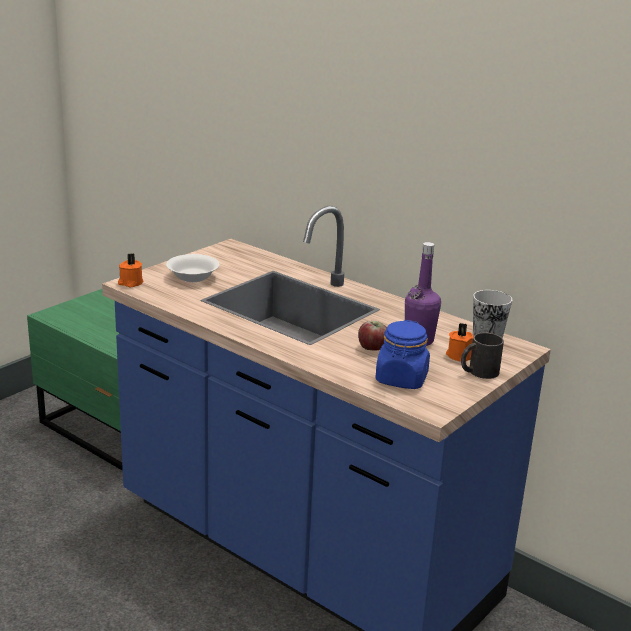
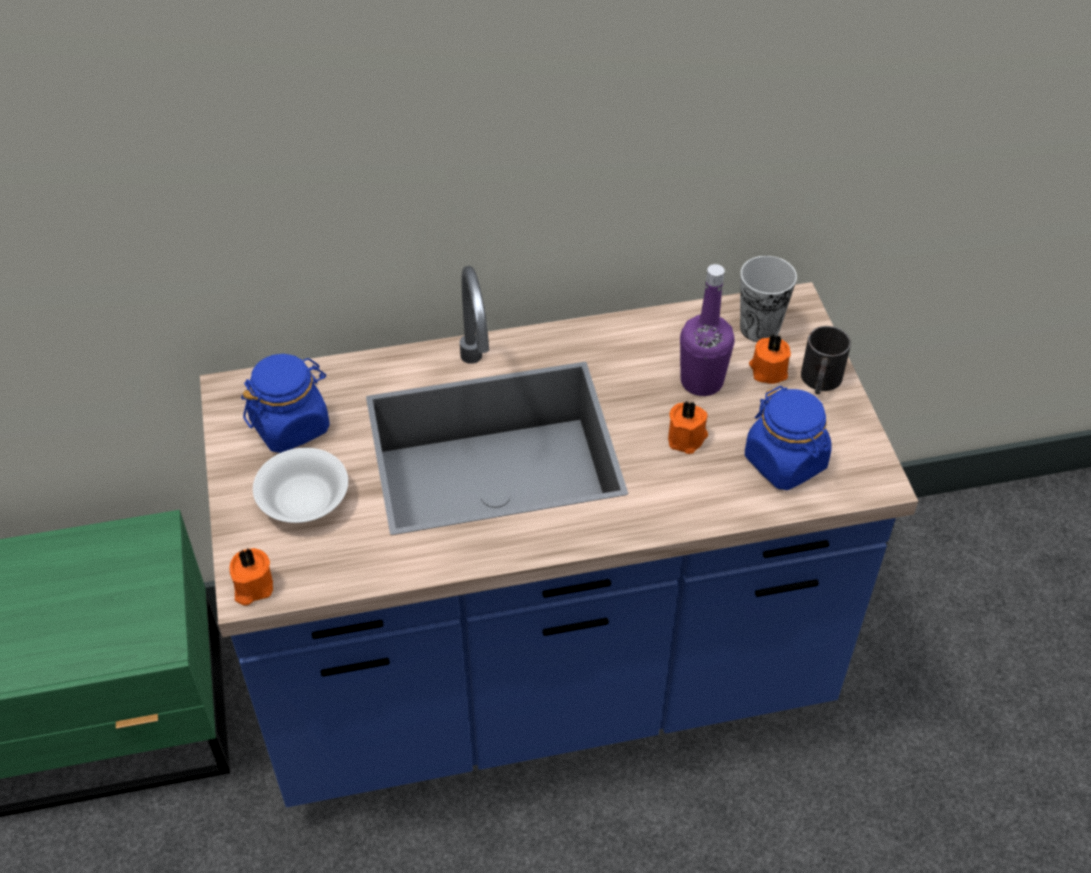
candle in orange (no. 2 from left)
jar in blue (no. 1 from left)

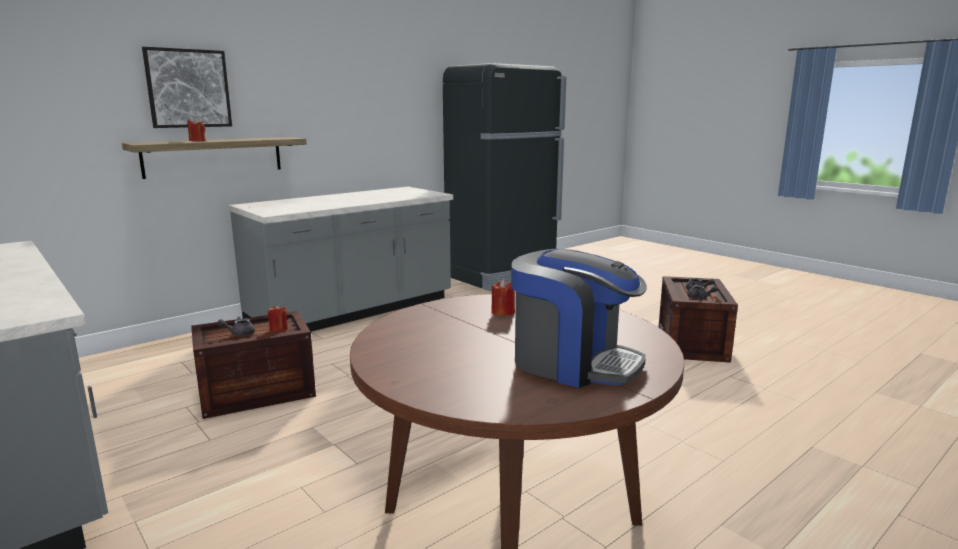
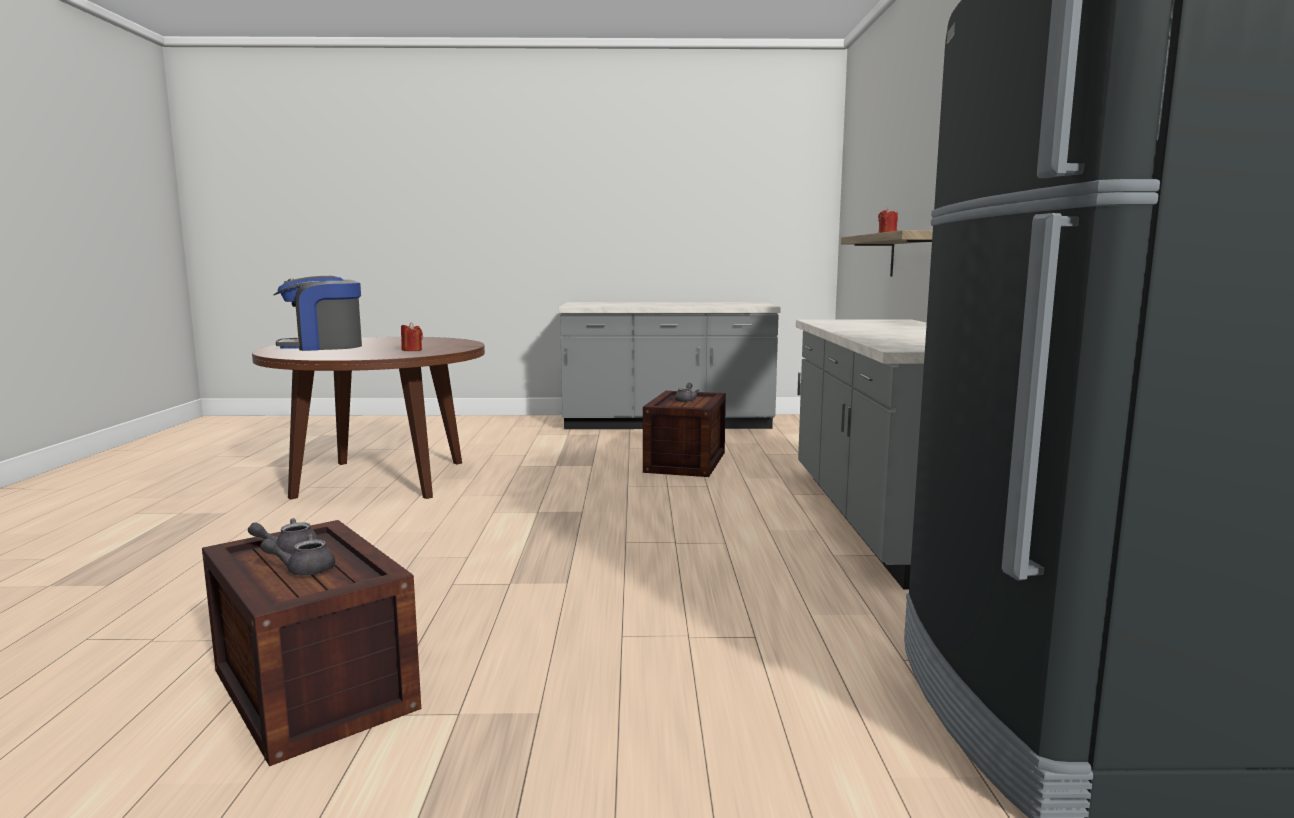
picture
candle in red (no. 2 from left in the first image)

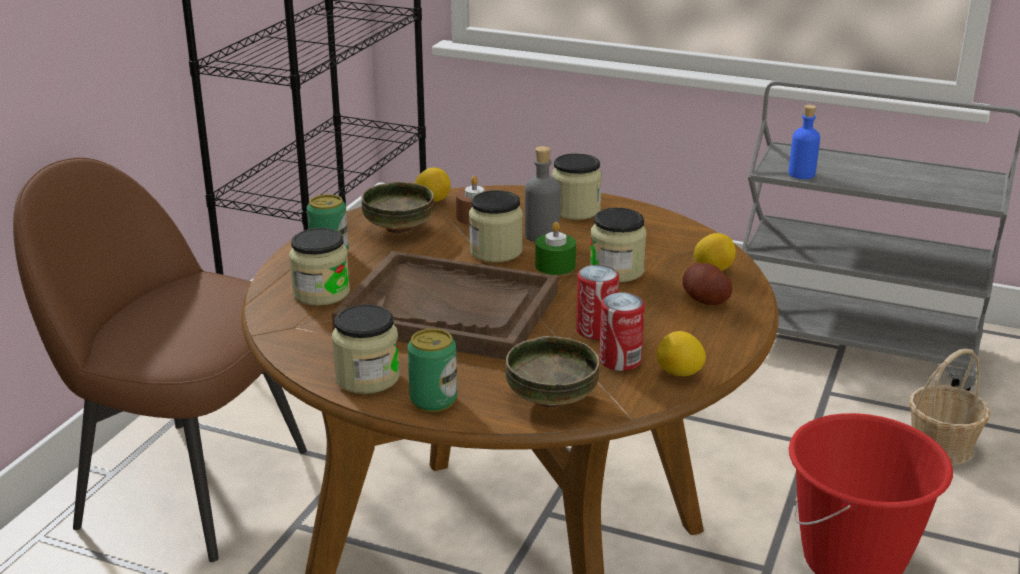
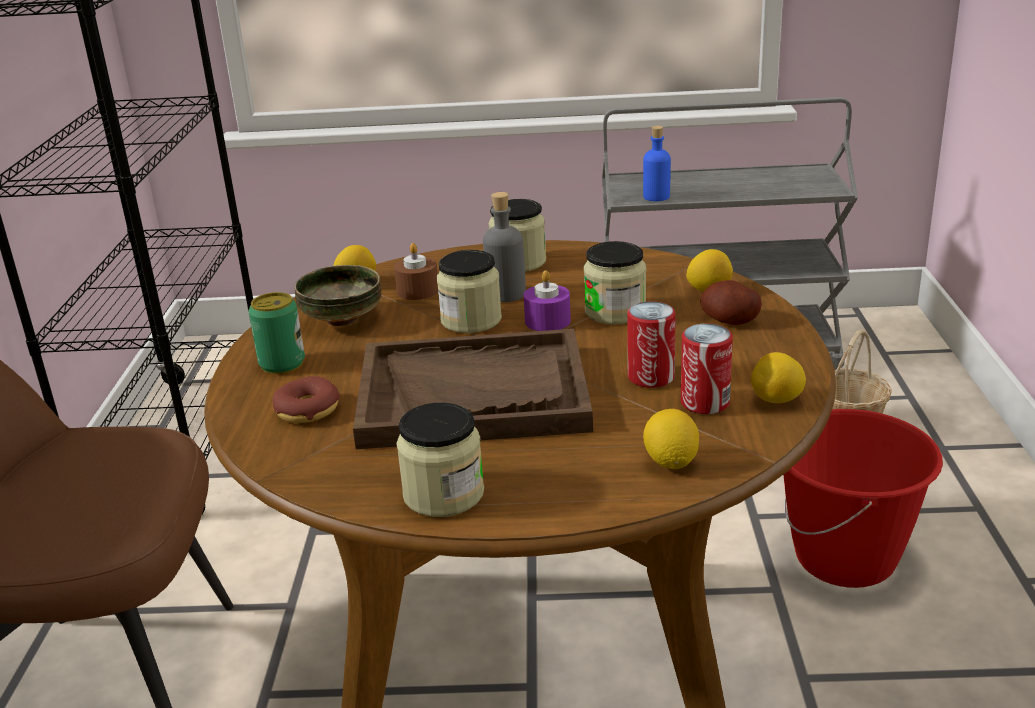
donut
can (no. 2 from left in the first image)
lemon (no. 2 from left)
candle in purple

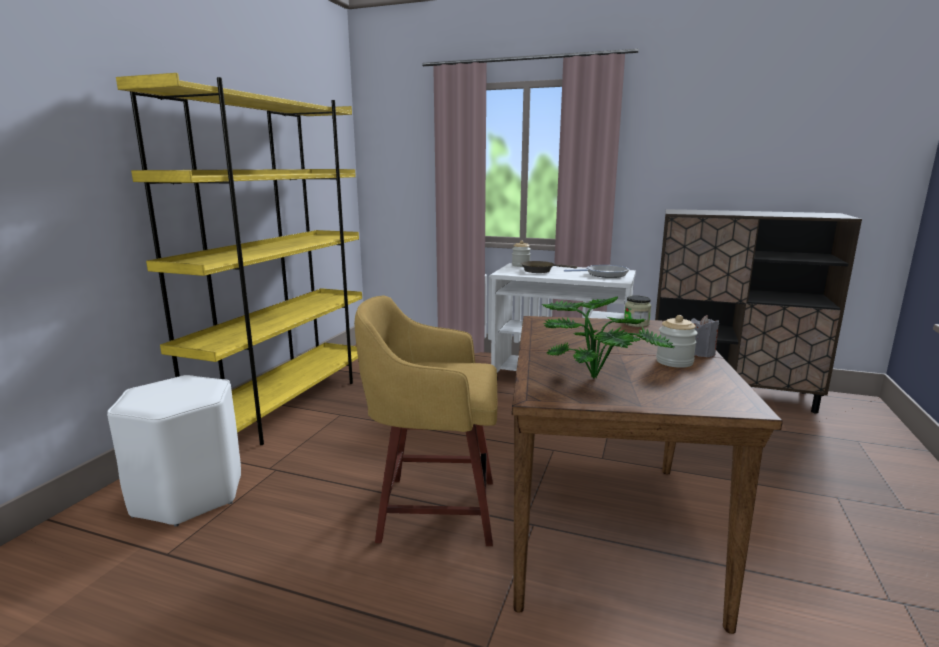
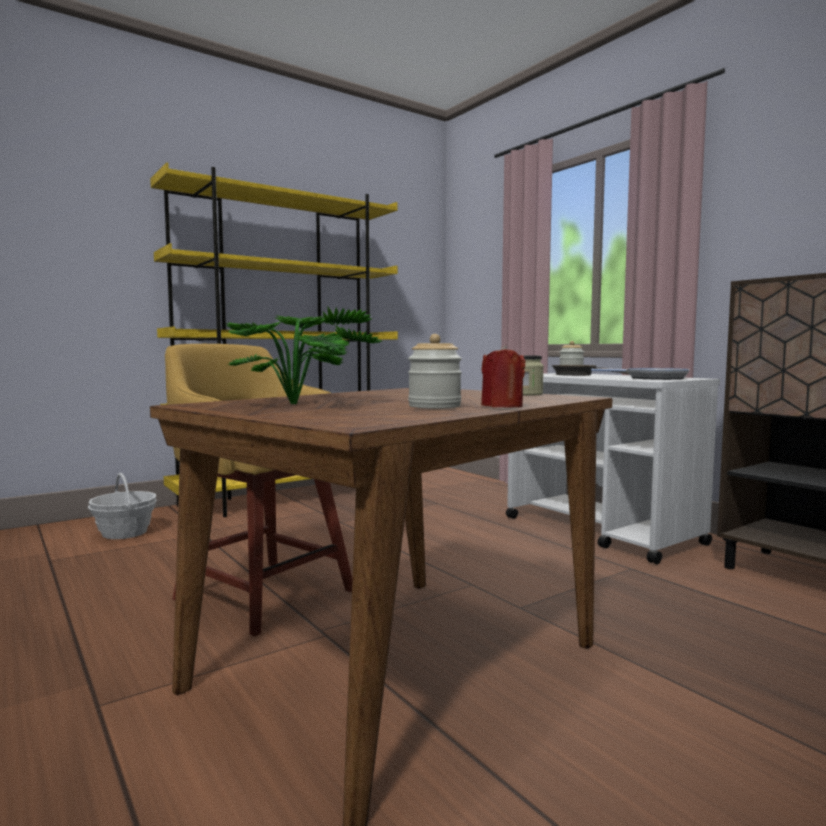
basket
candle in red

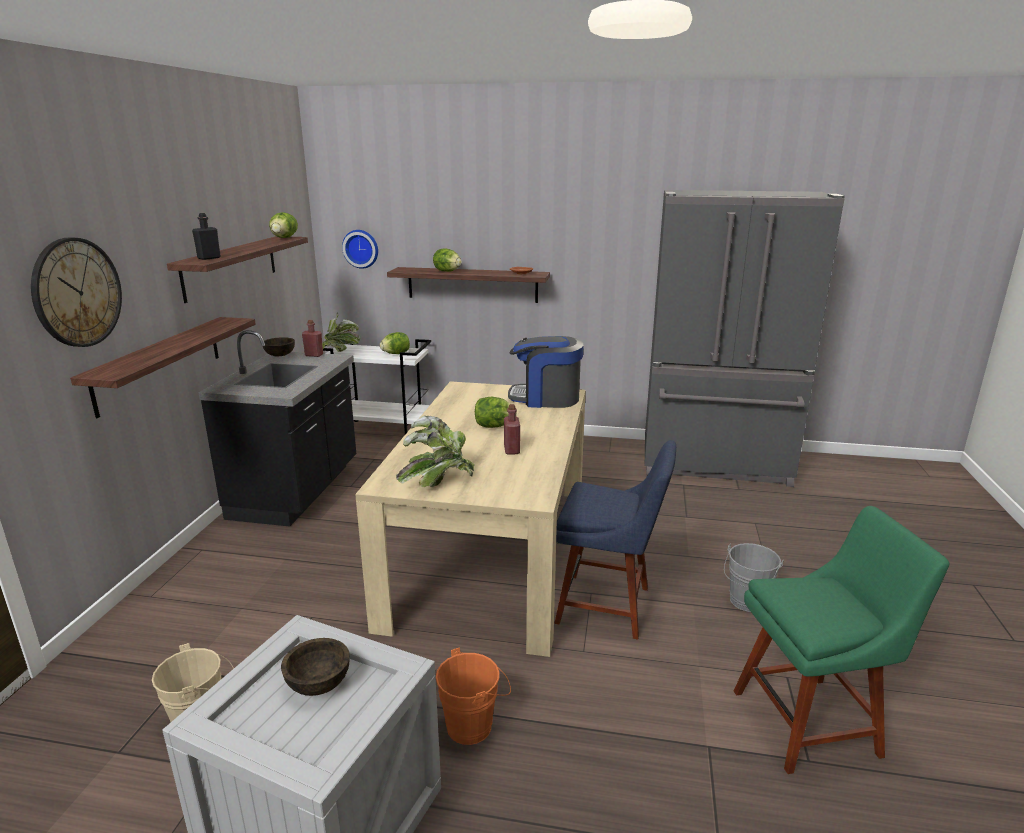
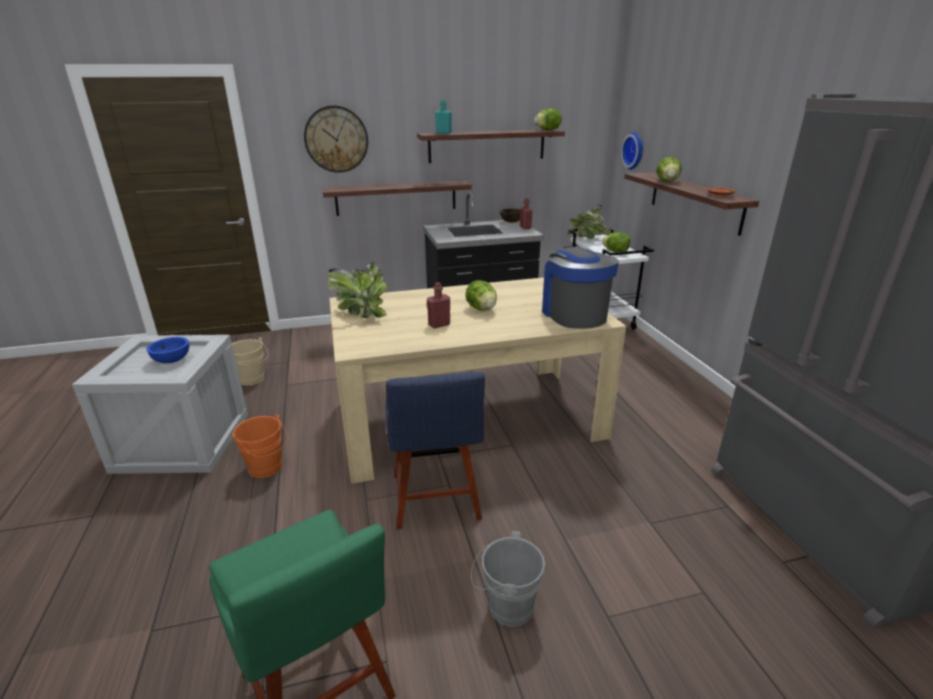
bottle in turquoise
bowl in blue

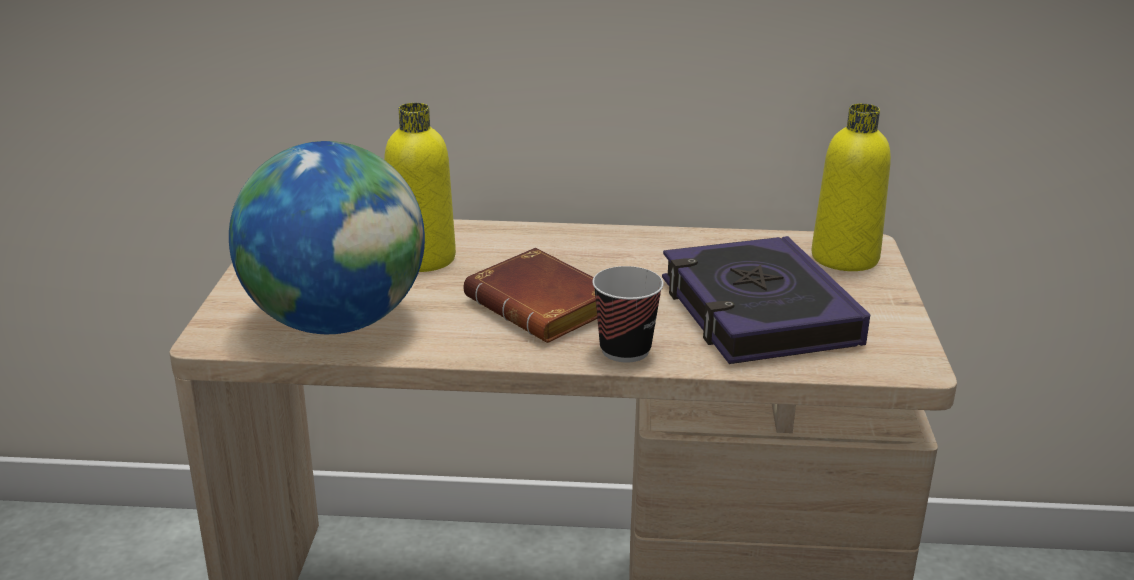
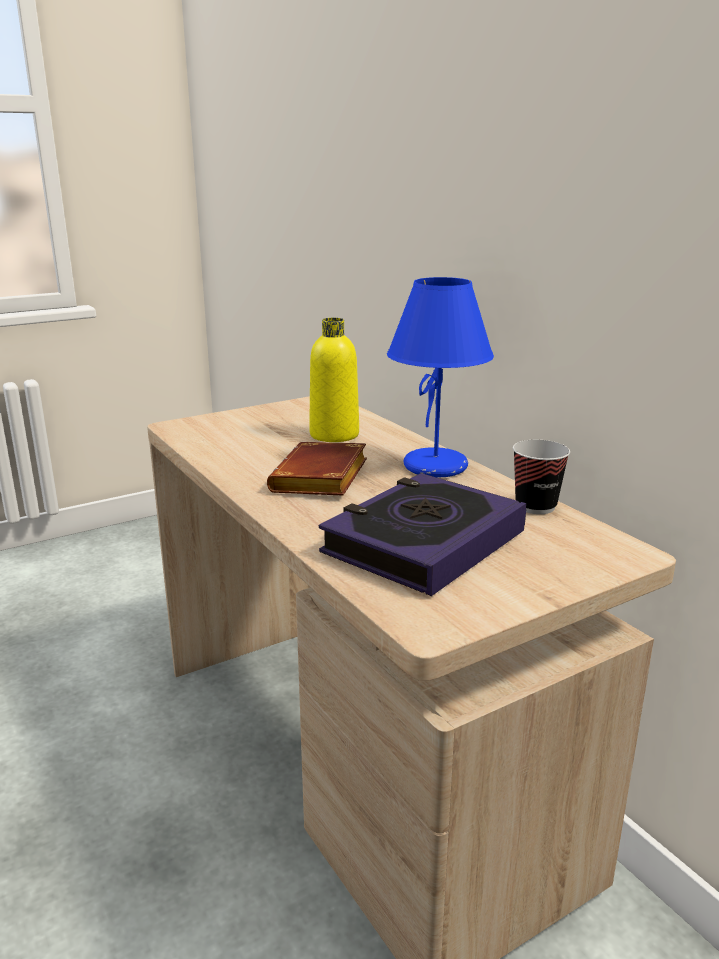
globe
cup
bottle in yellow (no. 2 from left in the first image)
table lamp in blue

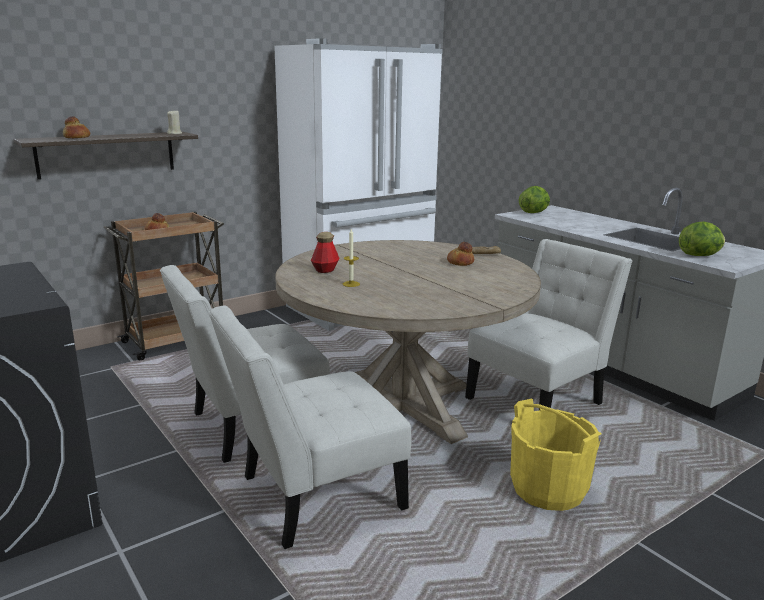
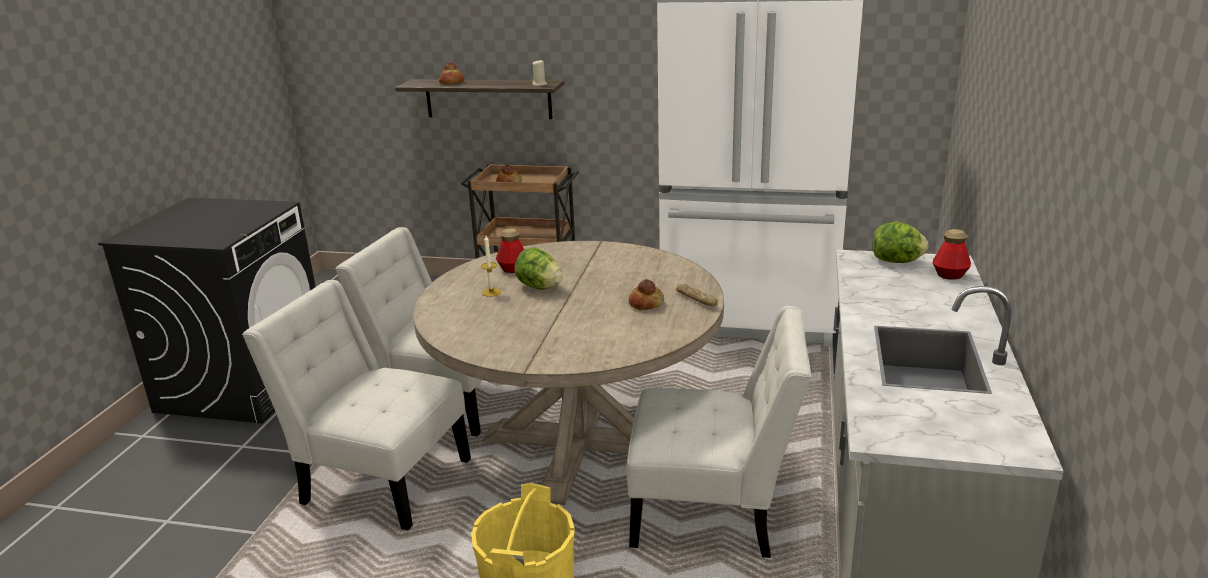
lettuce (no. 1 from left)
bottle (no. 2 from left)

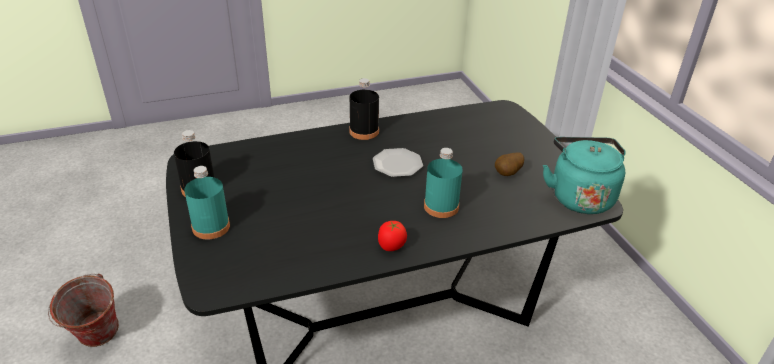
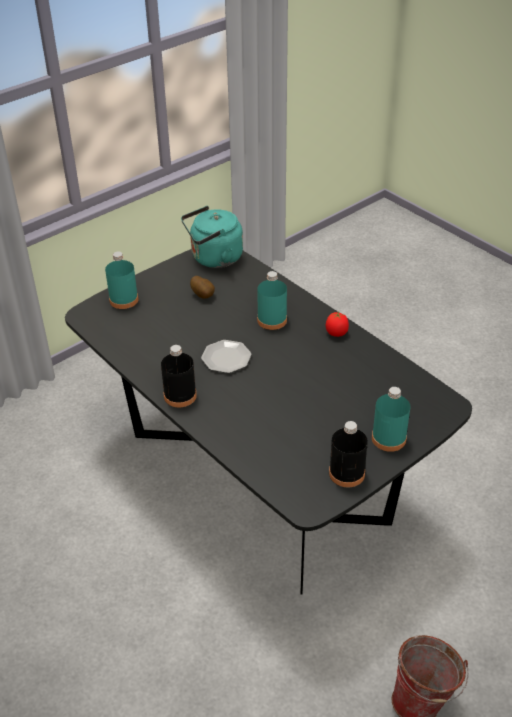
bottle in turquoise (no. 1 from left)

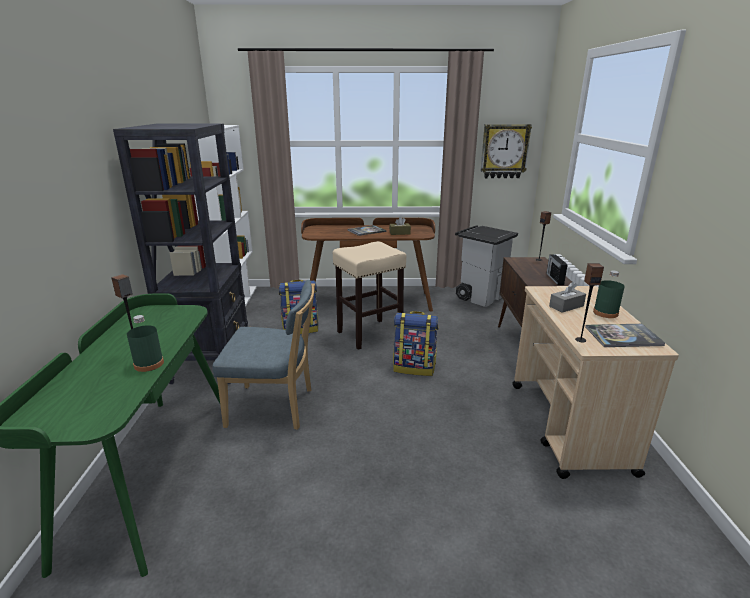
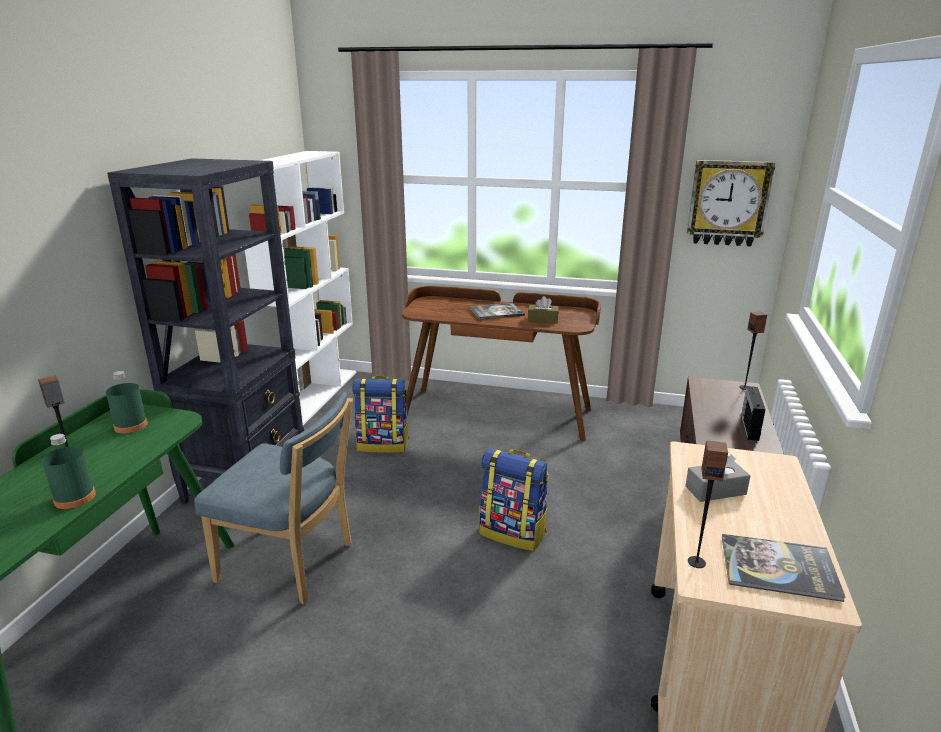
stool in beige
trash can in grey
bottle in green (no. 2 from left)

